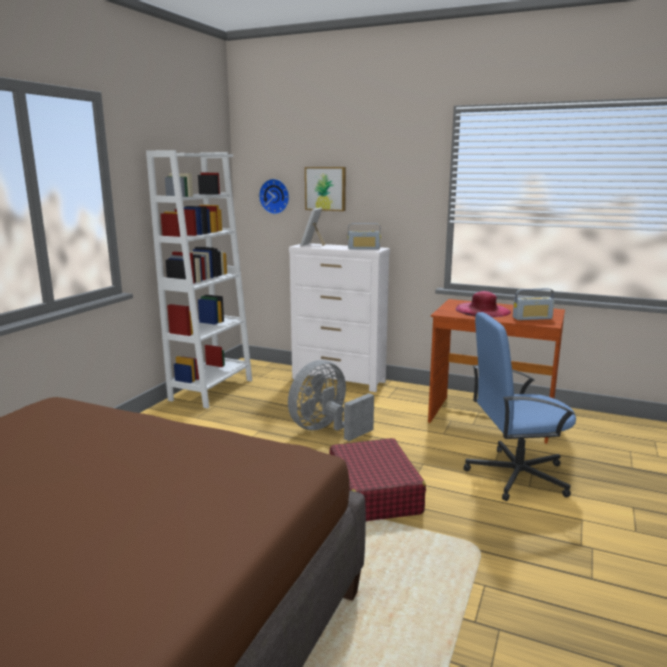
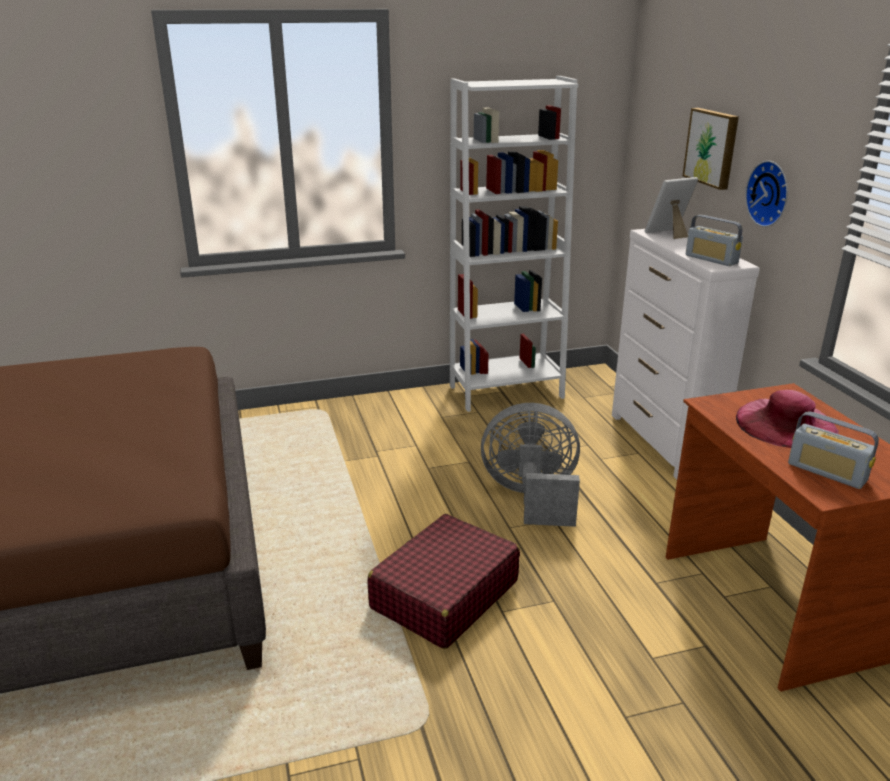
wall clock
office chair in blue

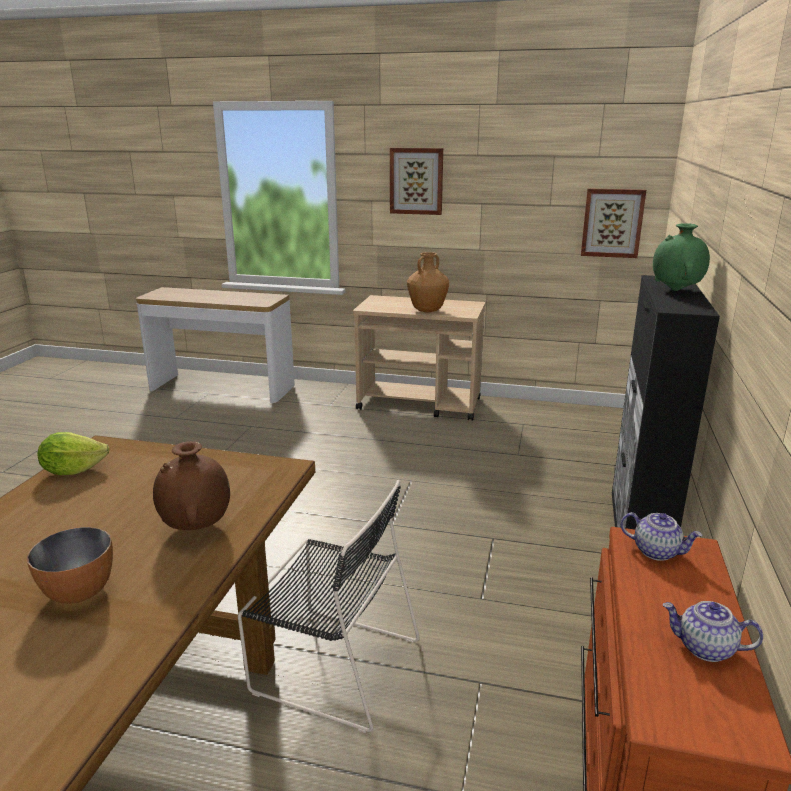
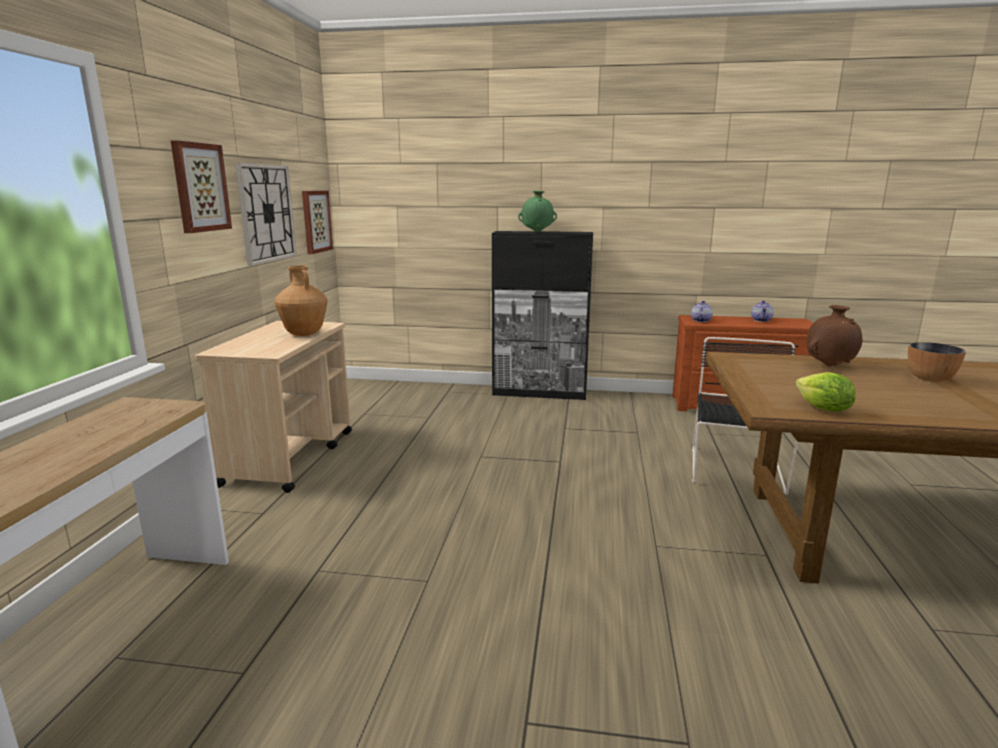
wall clock

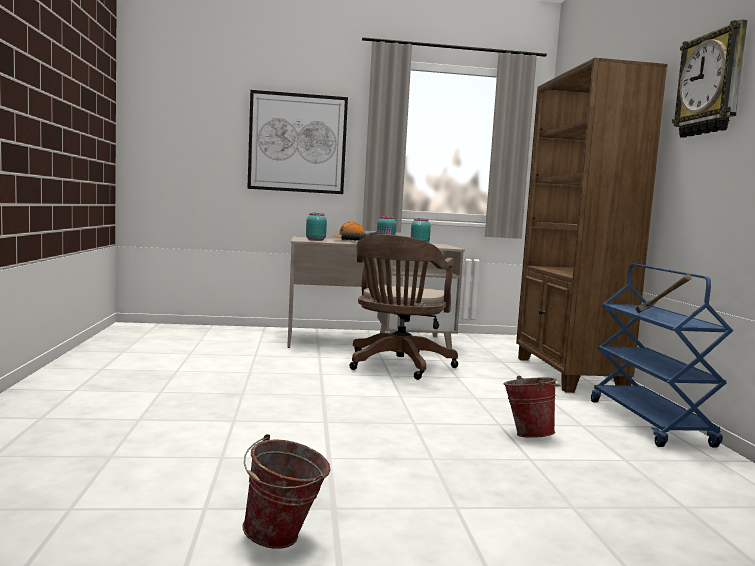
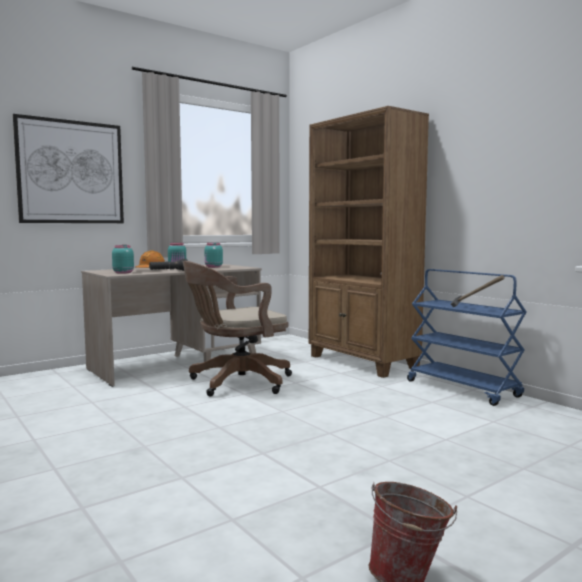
office chair in brown
bucket (no. 2 from left in the first image)
wall clock

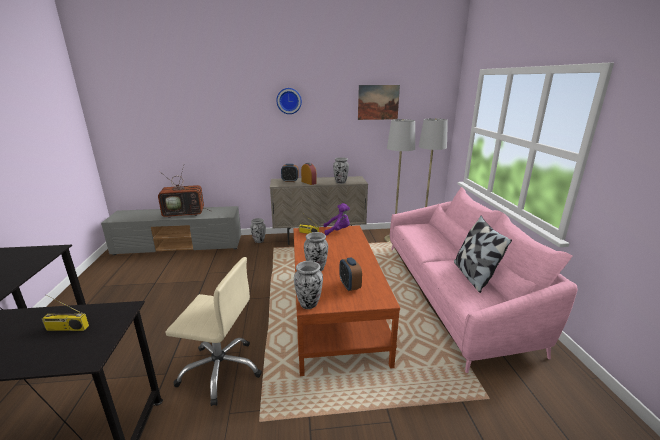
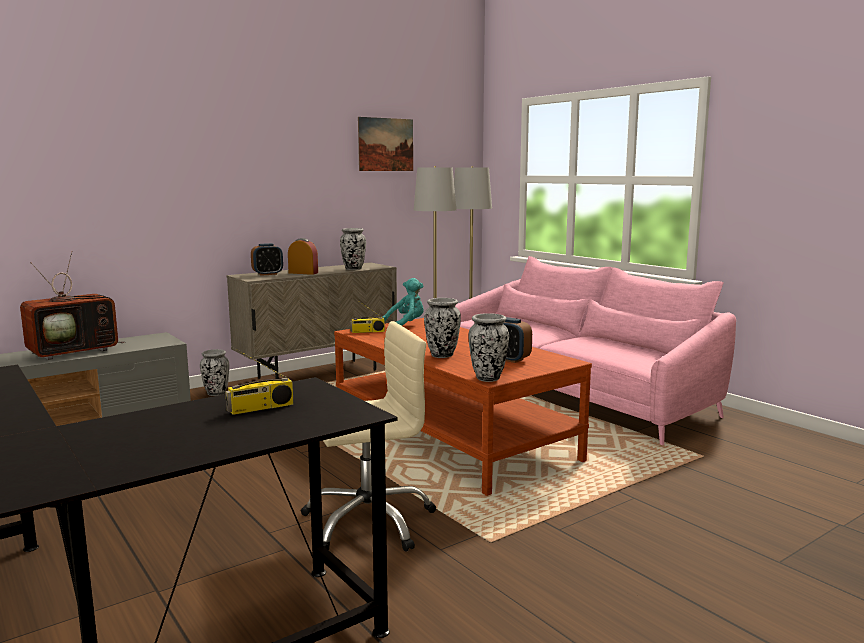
wall clock
plush toy in turquoise
pillow

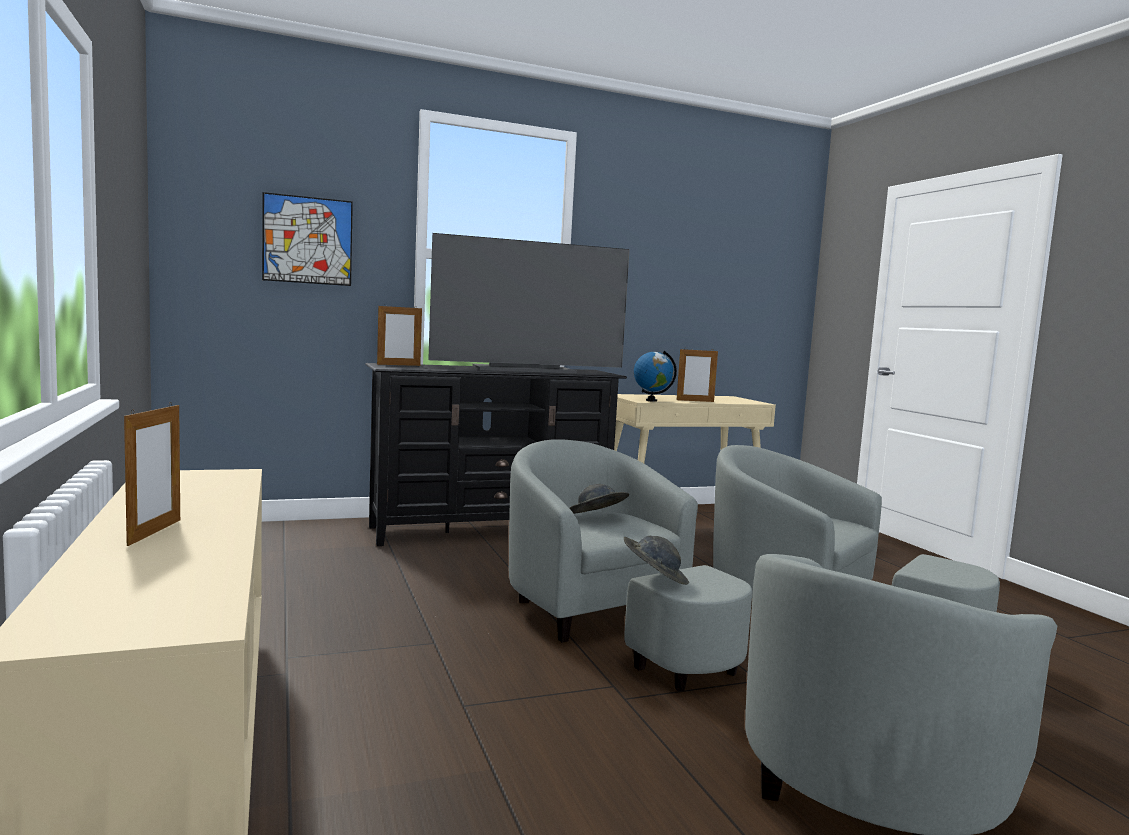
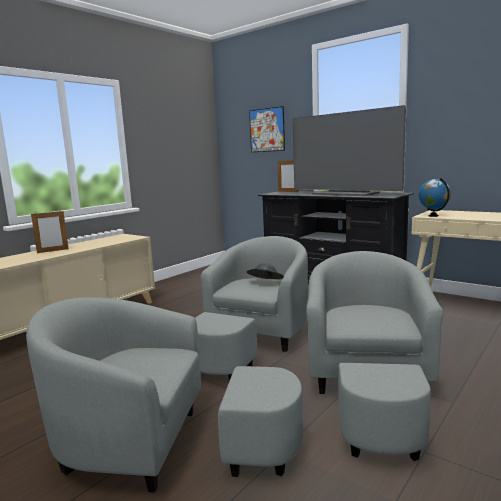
hat in grey (no. 2 from left in the first image)
picture frame (no. 3 from left in the first image)

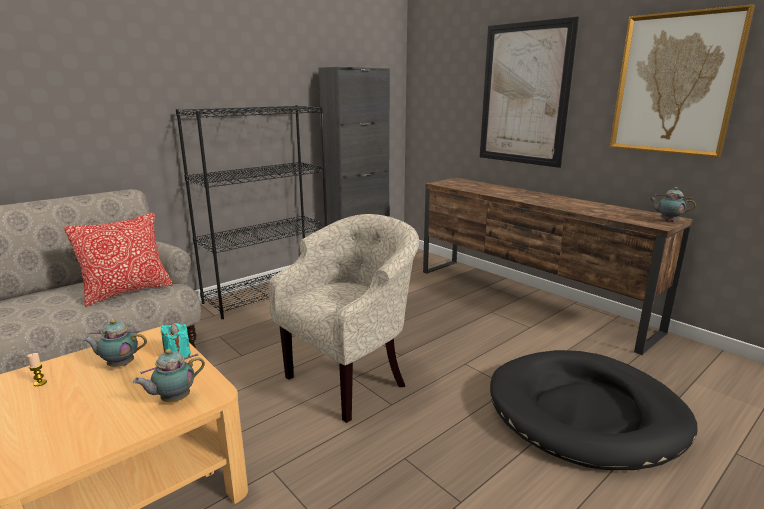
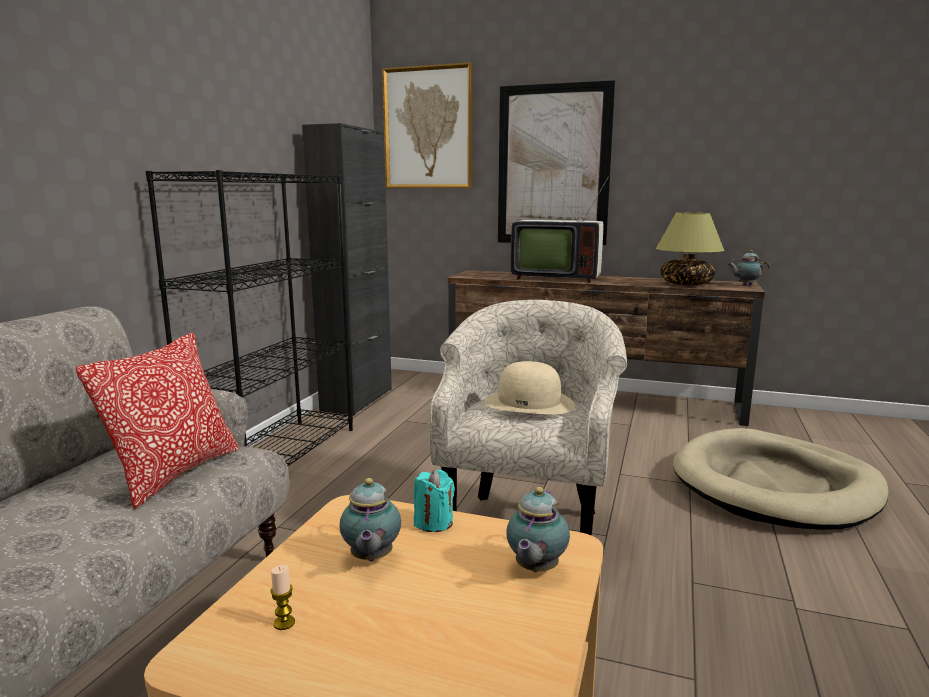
teapot (no. 1 from left)
dog bed in beige
picture (no. 1 from left)
hat in beige
television
table lamp

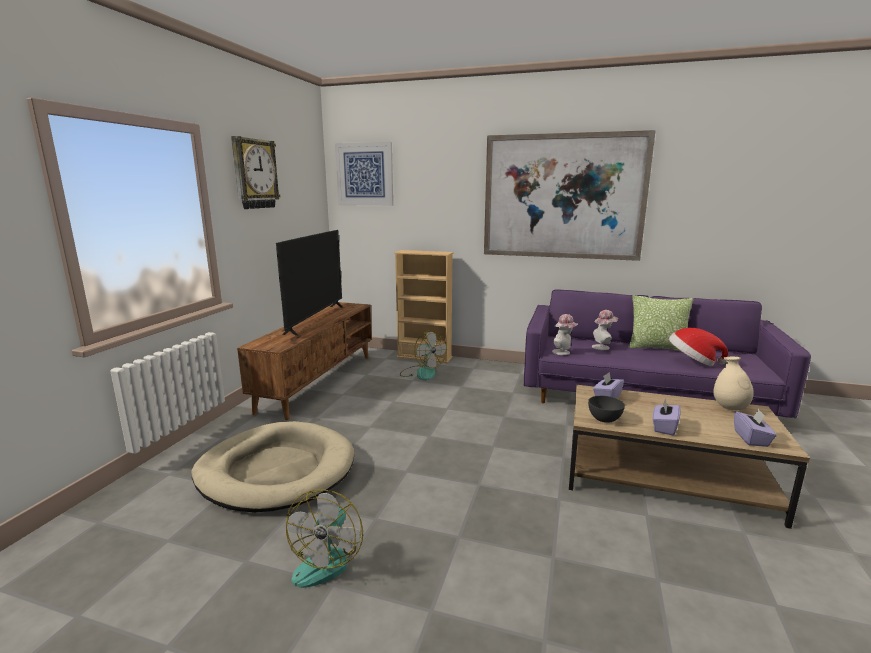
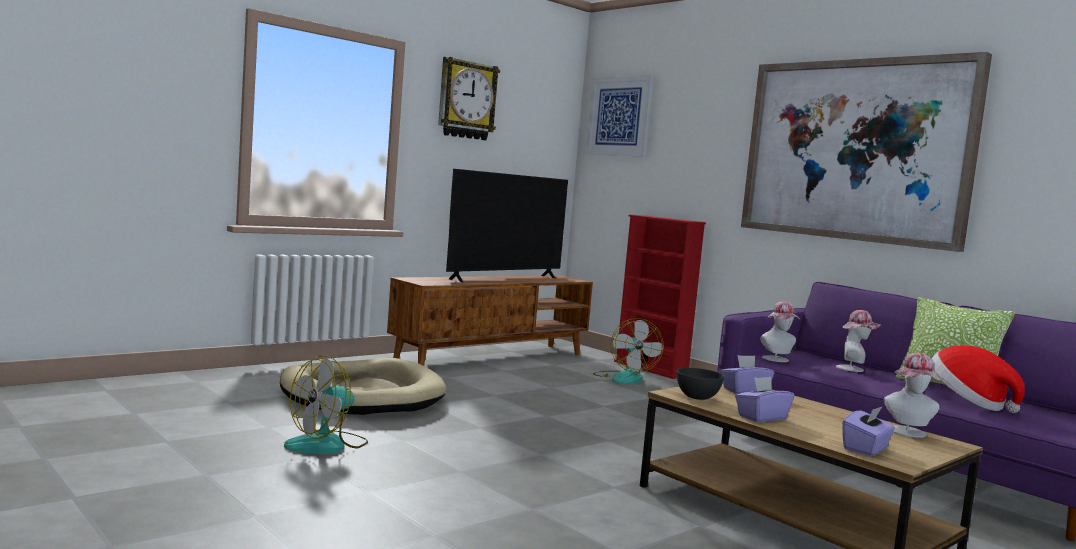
bookcase in red
hat (no. 3 from left)

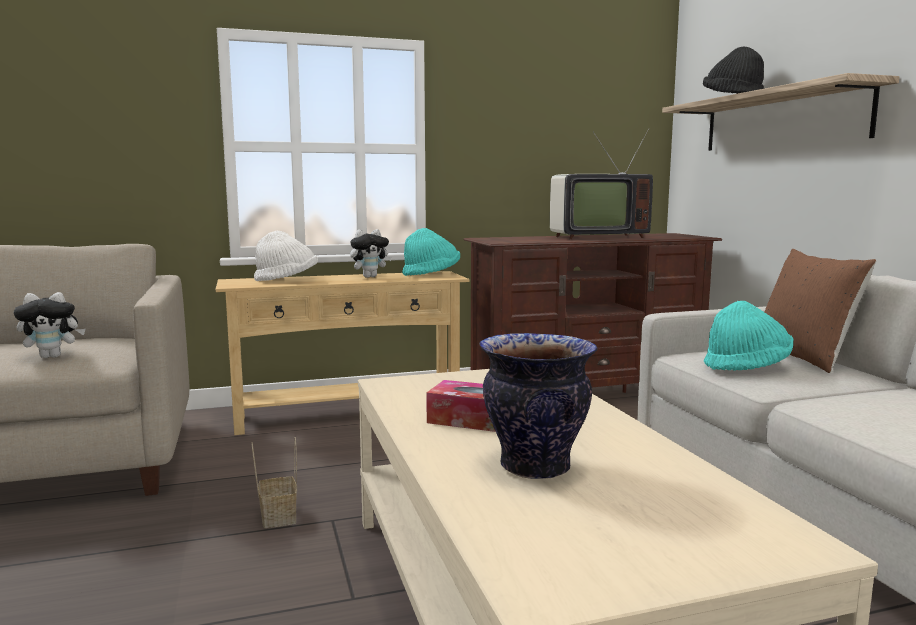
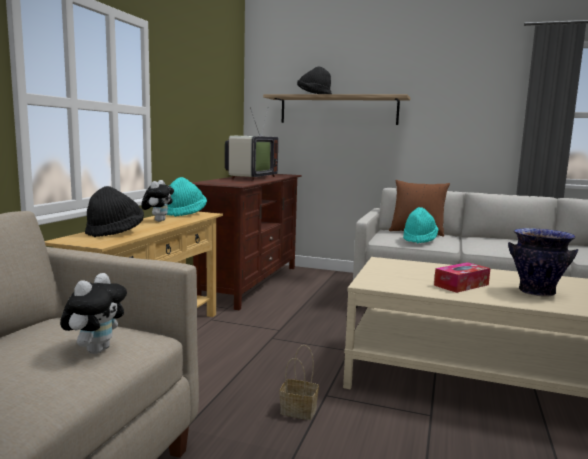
hat in black (no. 1 from left)

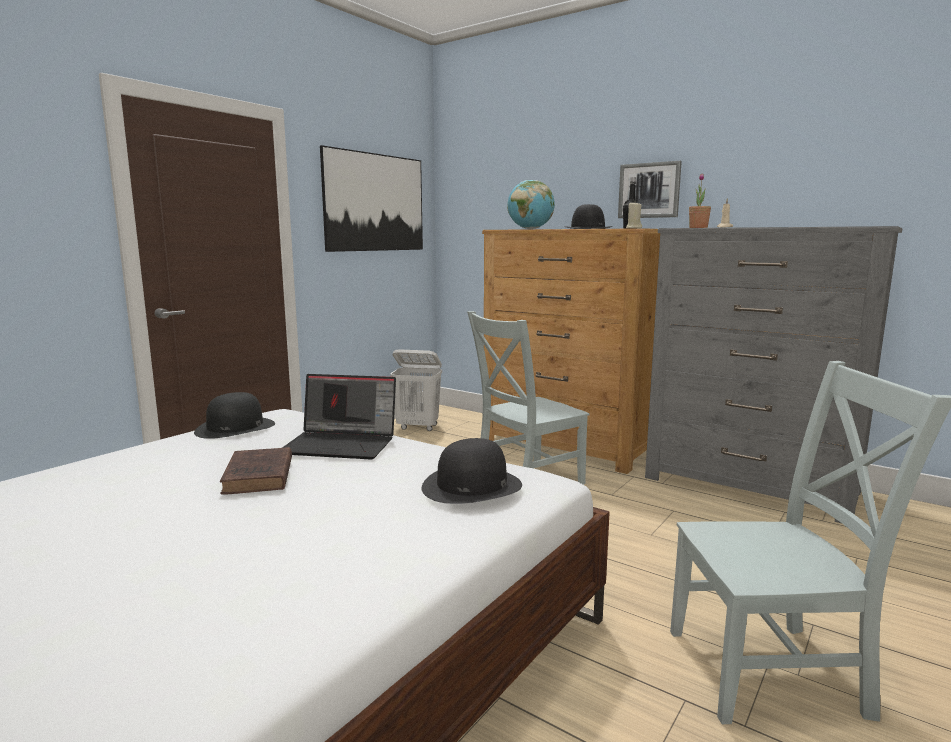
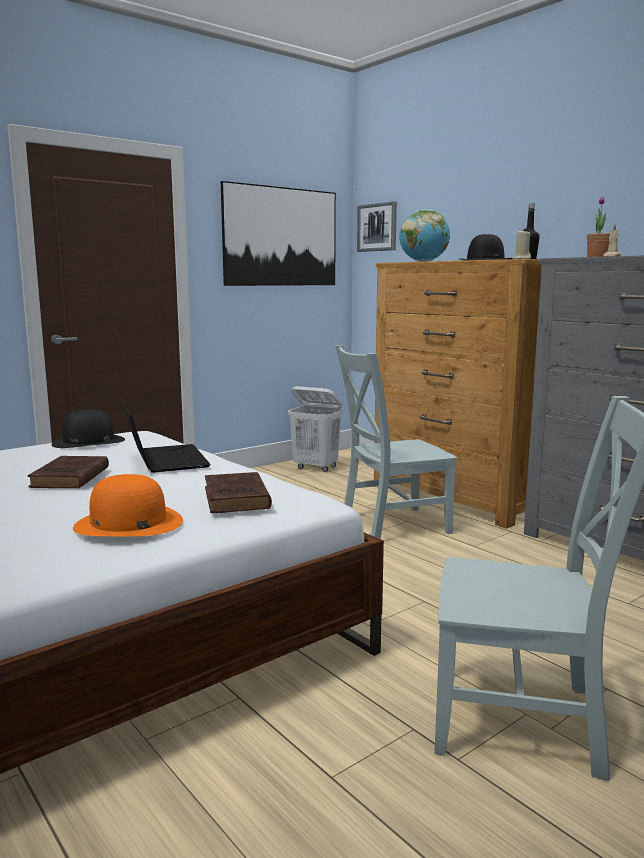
laptop
book in brown (no. 2 from left)
picture (no. 2 from left)
hat in orange

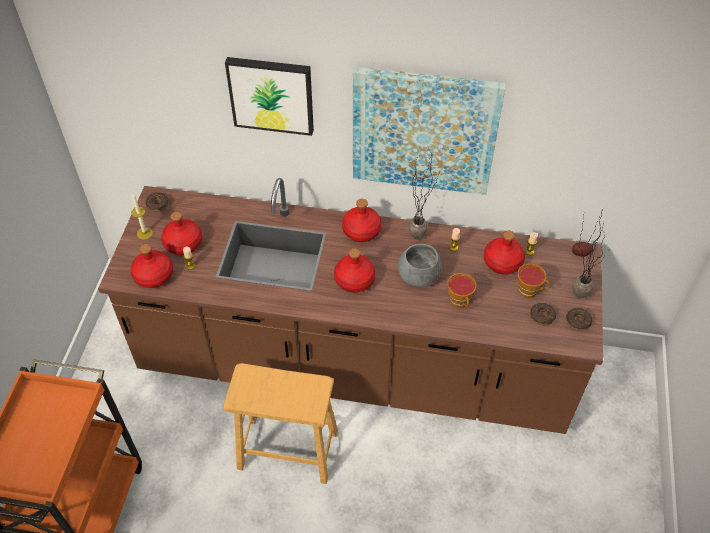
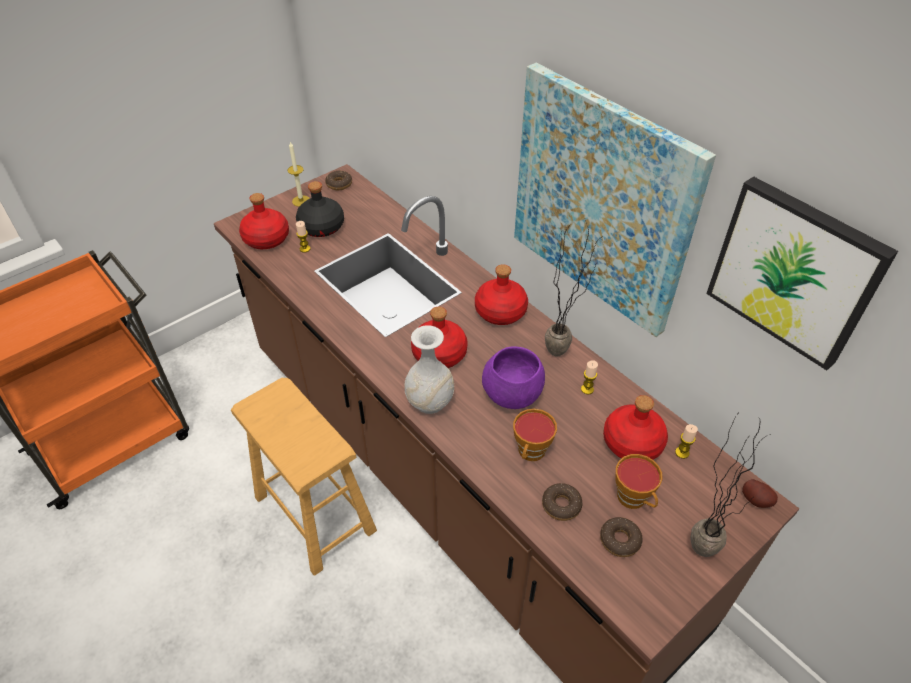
bottle in black
picture (no. 2 from left)
bowl in purple
donut (no. 2 from left)
vase in white

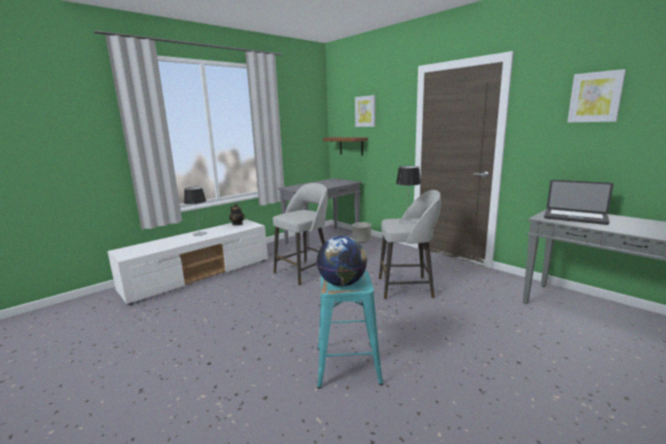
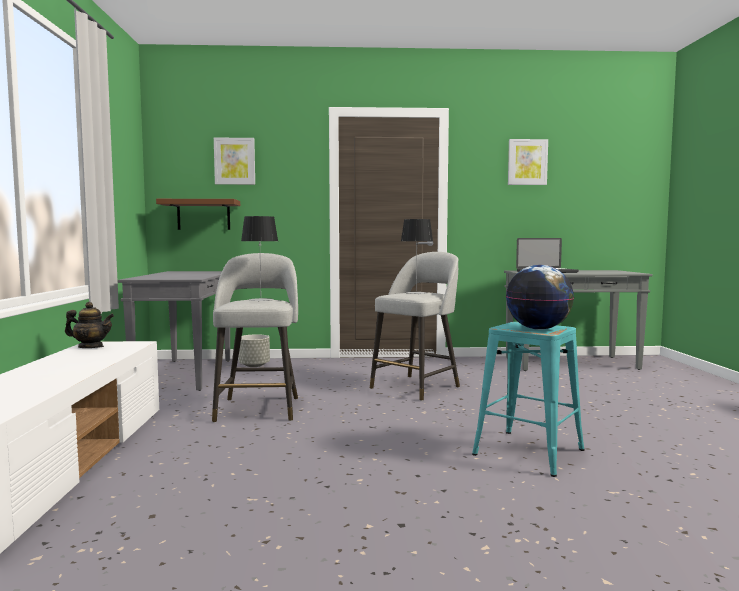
table lamp (no. 1 from left)

